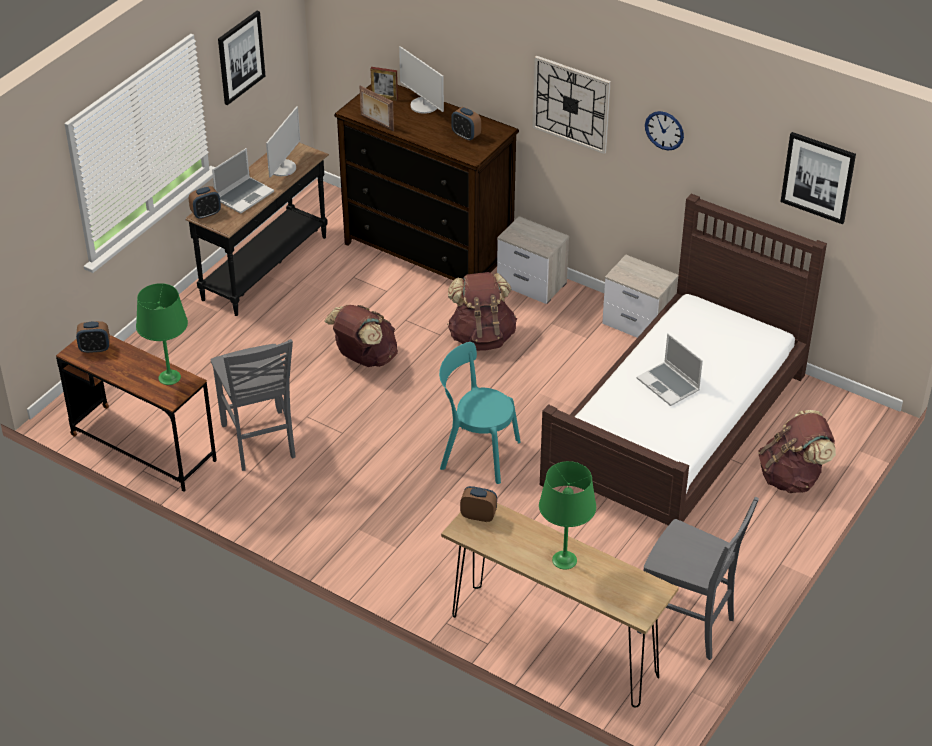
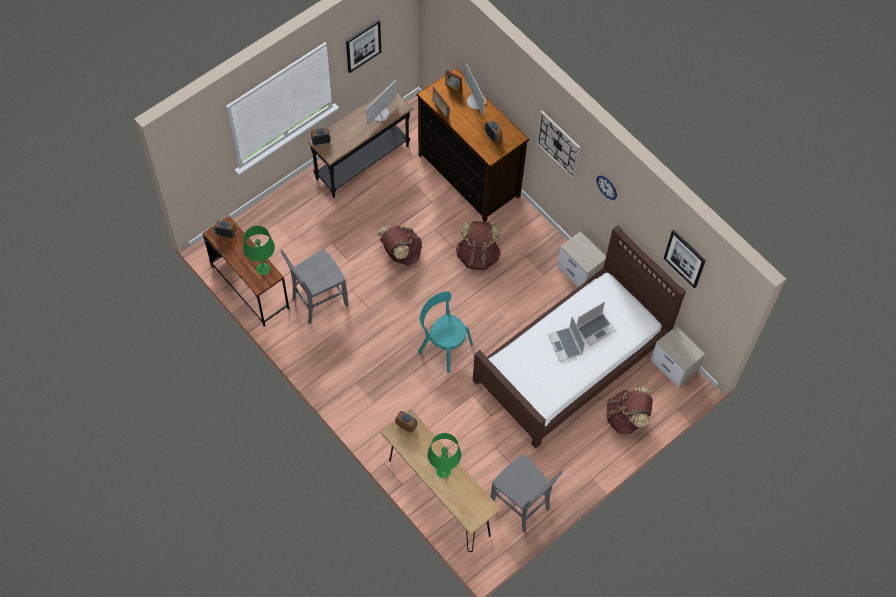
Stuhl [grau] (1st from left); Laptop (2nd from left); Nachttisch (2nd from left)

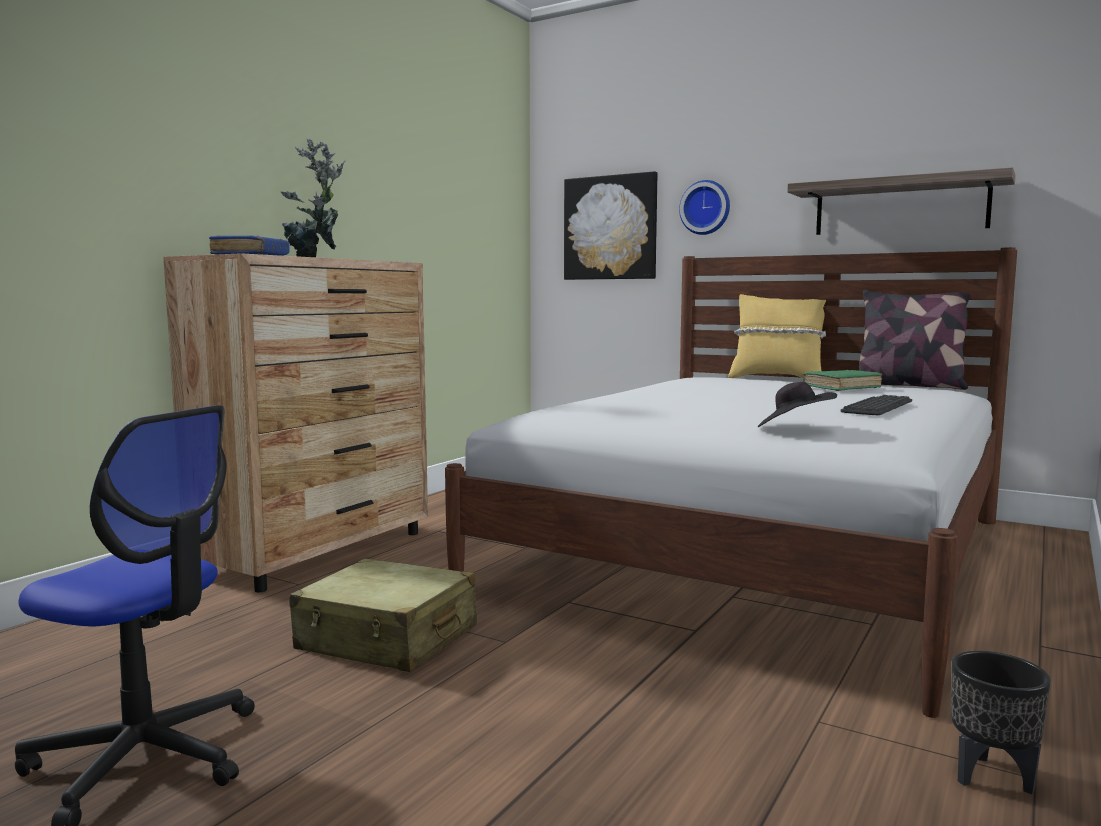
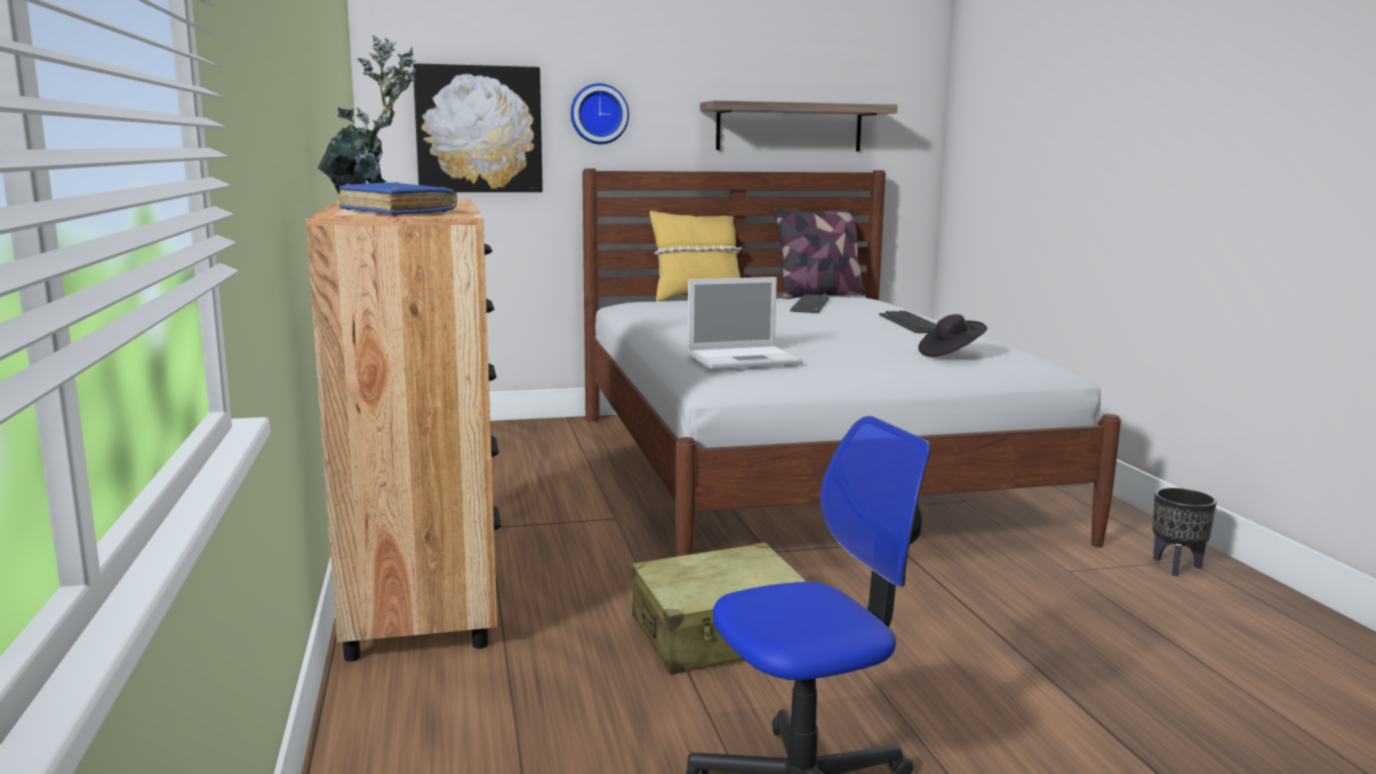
Laptop; Tastatur (1st from left)

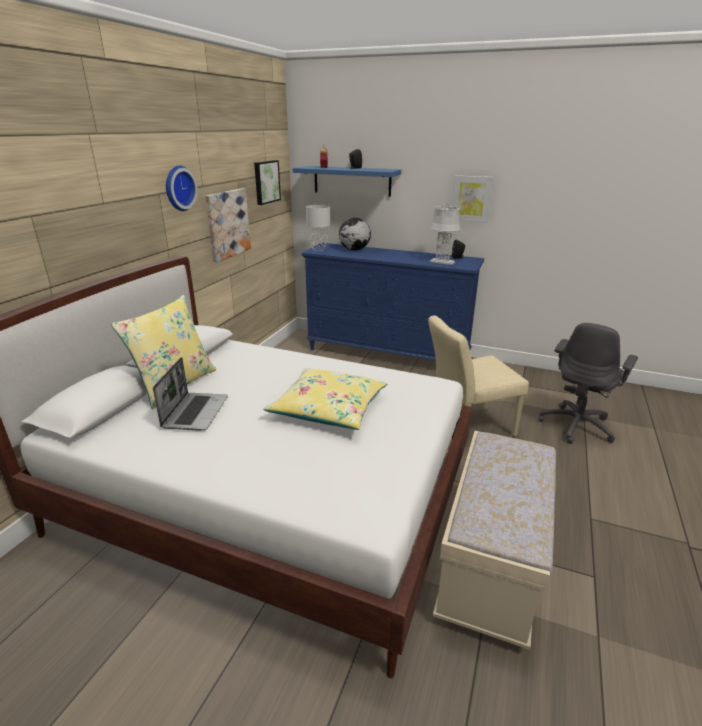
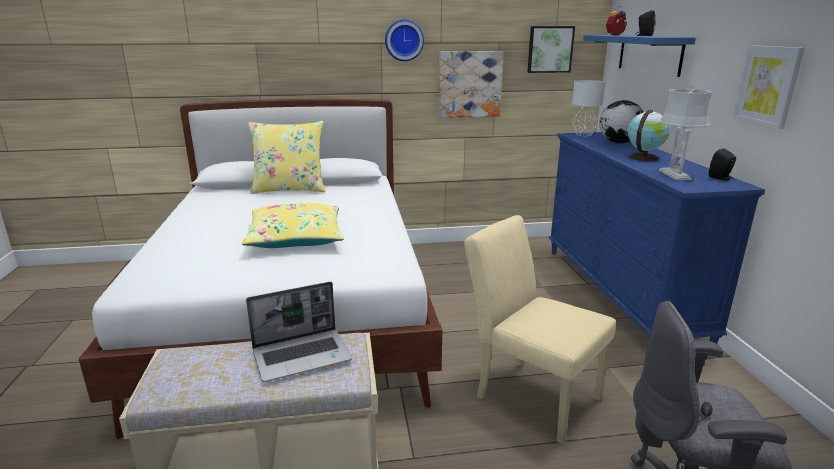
Laptop; Globus (2nd from left)

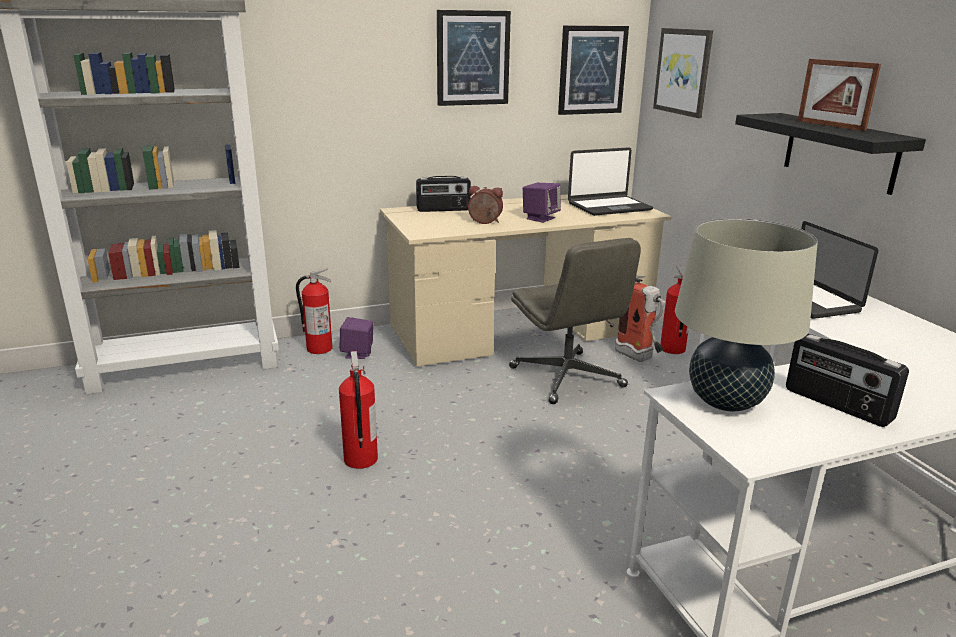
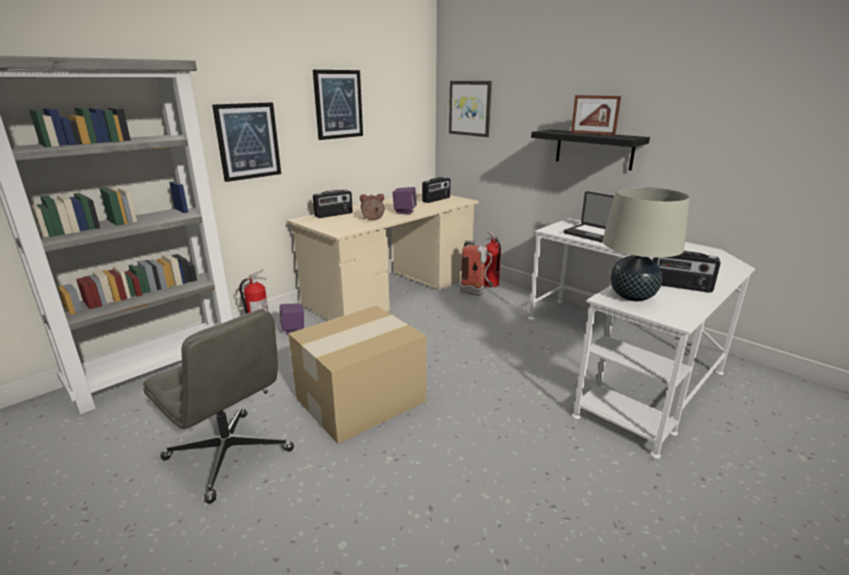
Bürostuhl [grau]; Bild (1st from left); Karton; Radio (2nd from left)

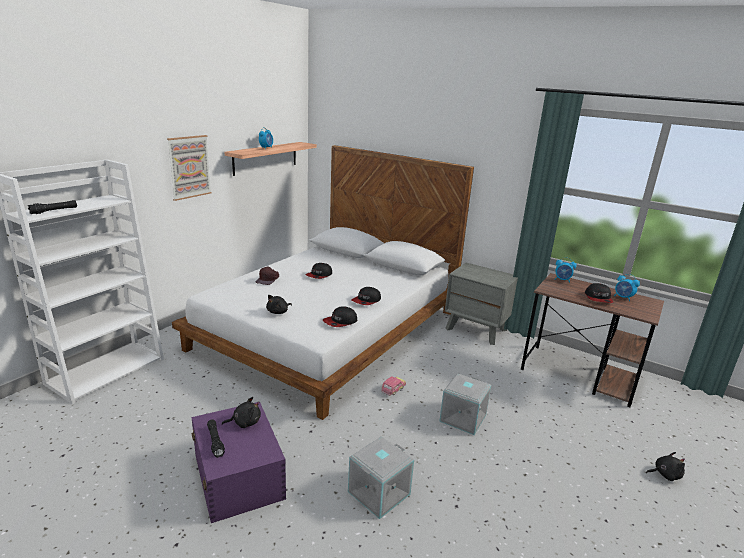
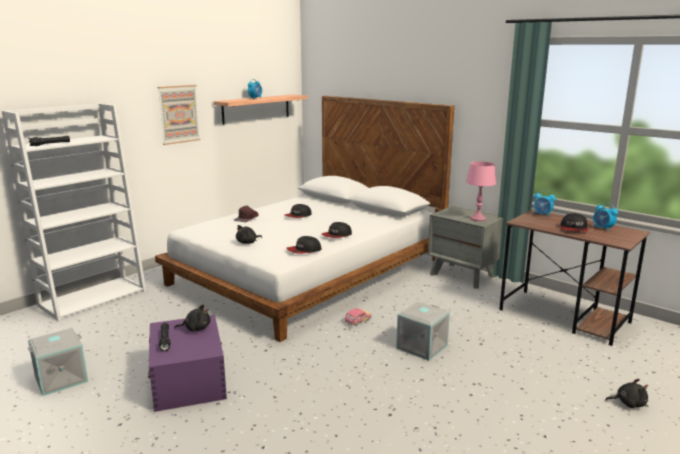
Aufbewahrungsbox [grau] (1st from left); Tischlampe [rosa]

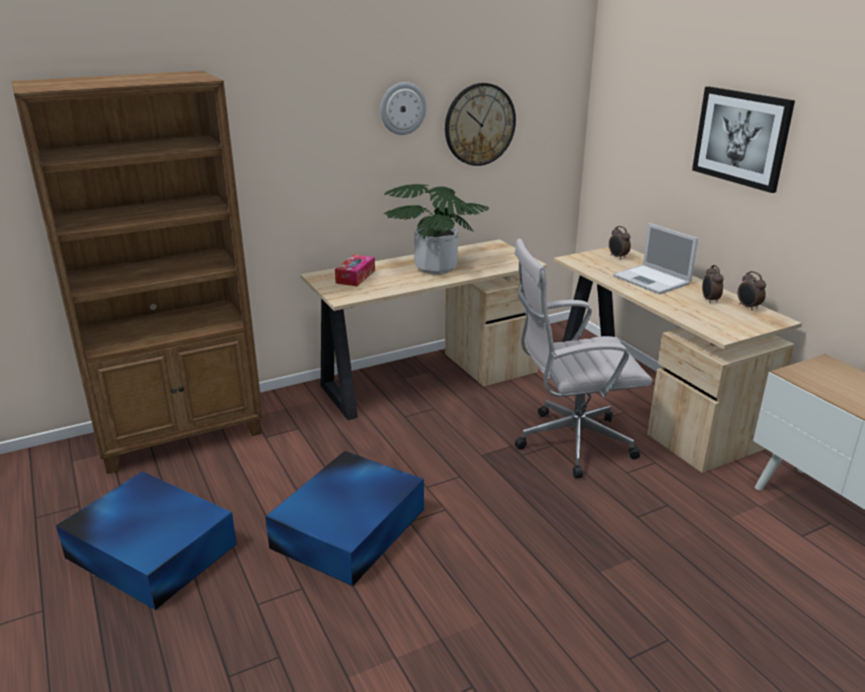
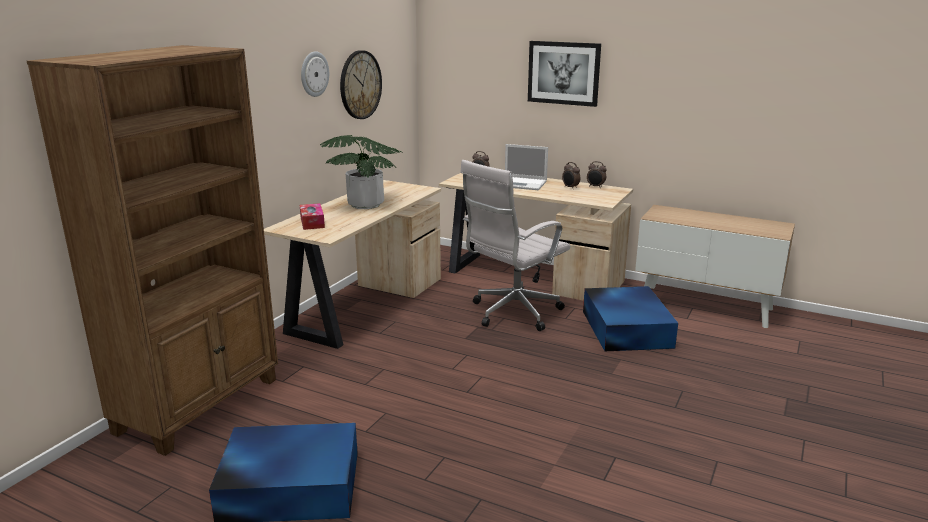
Aufbewahrungsbox [blau] (2nd from left)

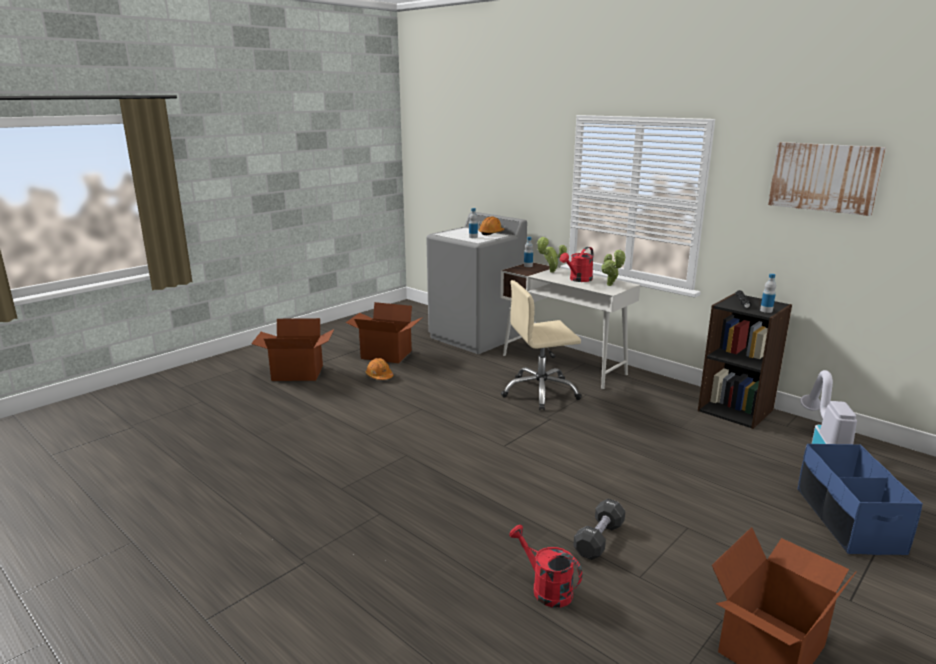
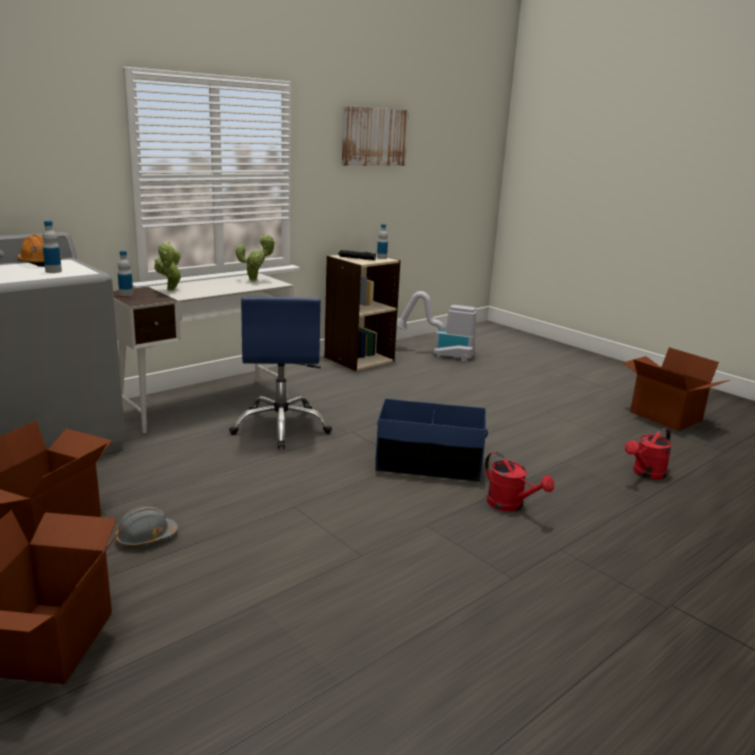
Schutzhelm [grau]; Bürostuhl [blau]; Bücherregal [beige]; Aufbewahrungsbox [blau]; Gießkanne [rot] (1st from left); Hantel [schwarz]

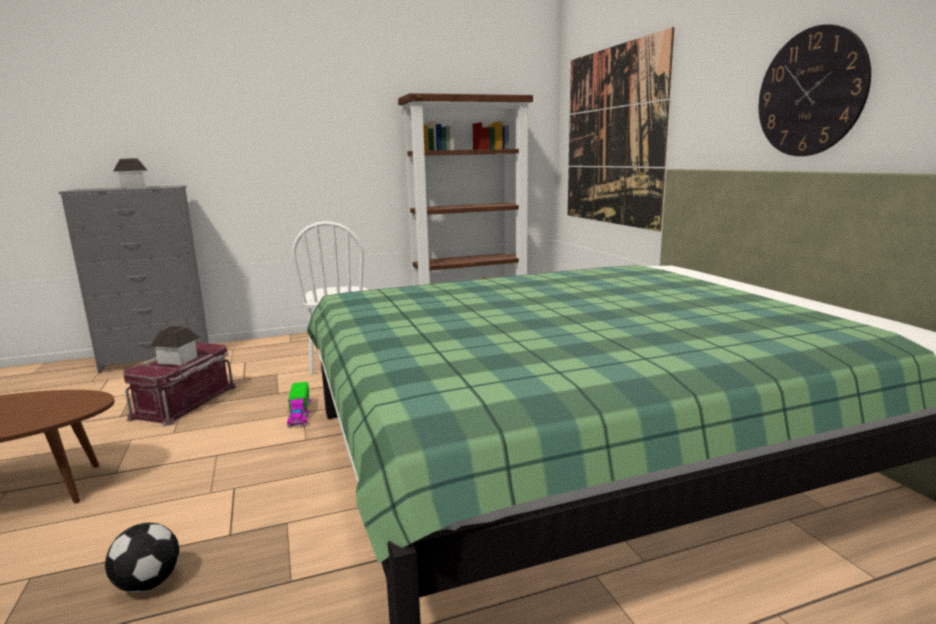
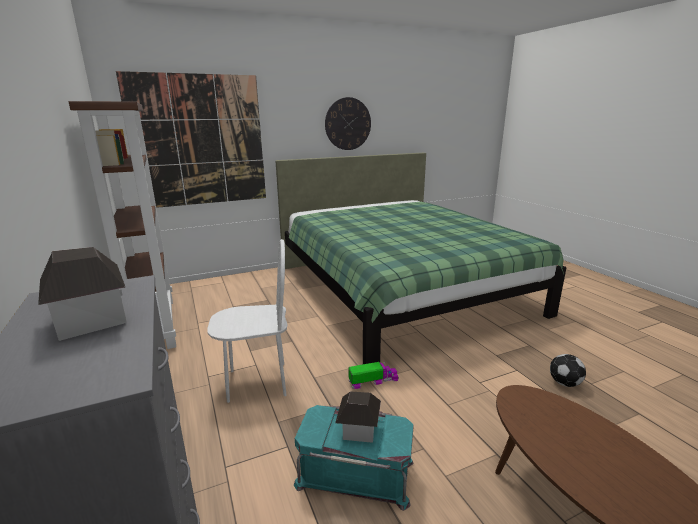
Aufbewahrungsbox [türkis]

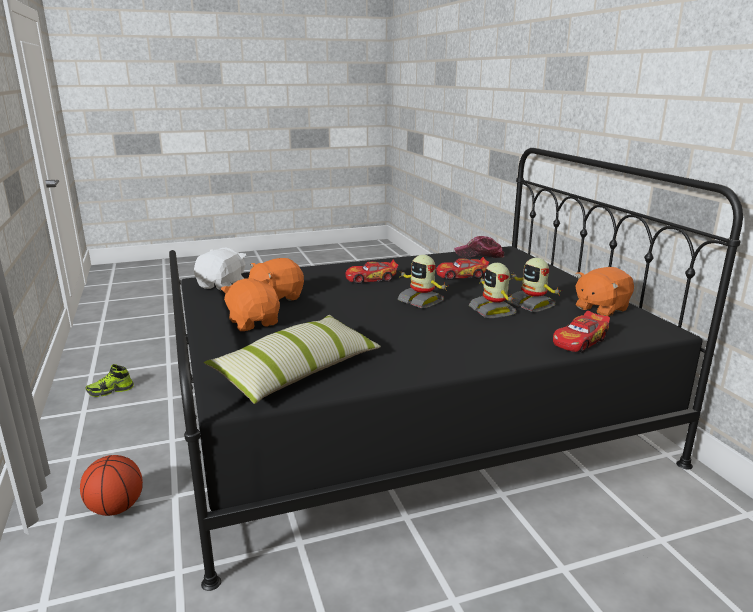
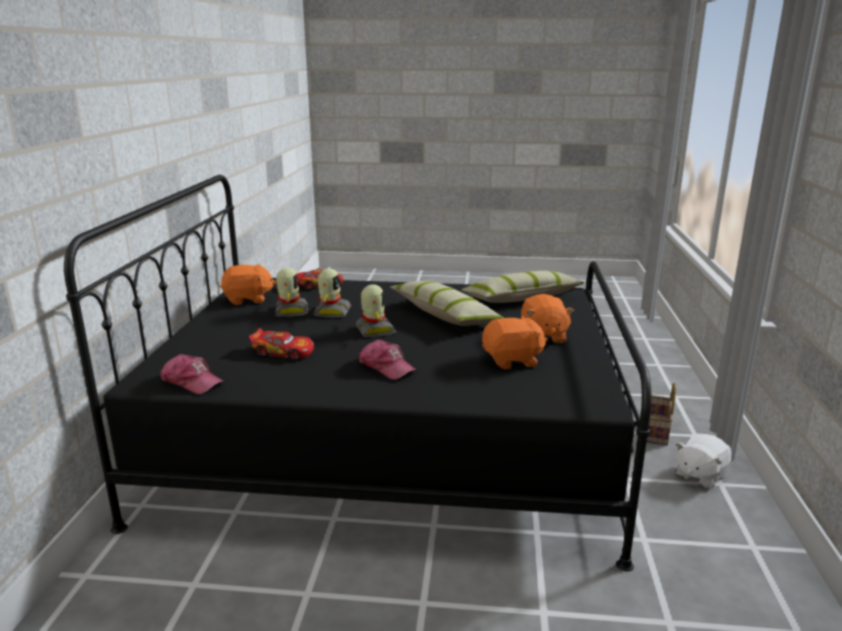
Kappe (2nd from left); Kissen (1st from left); Korb; Plüschtier [weiß]; Schuh

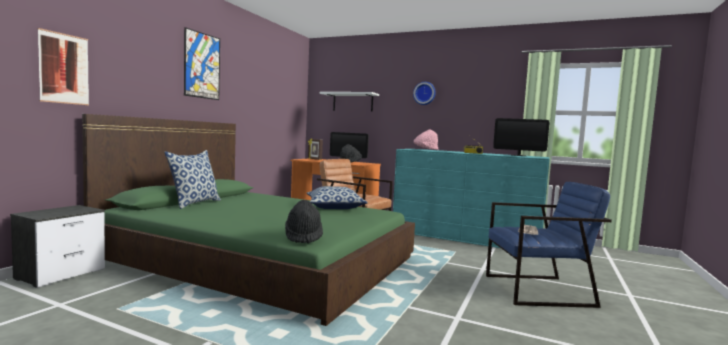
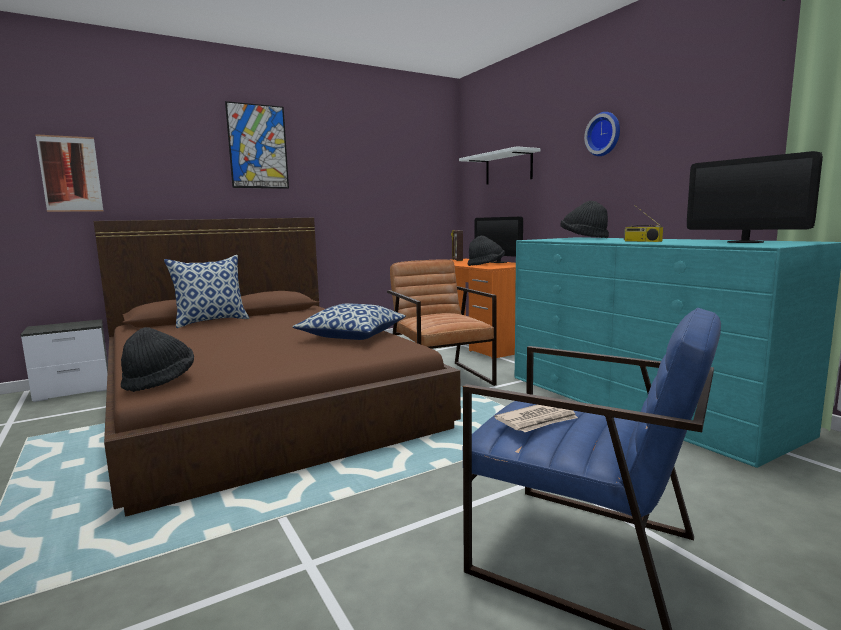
Bett [braun]; Hut [schwarz] (3rd from left)

